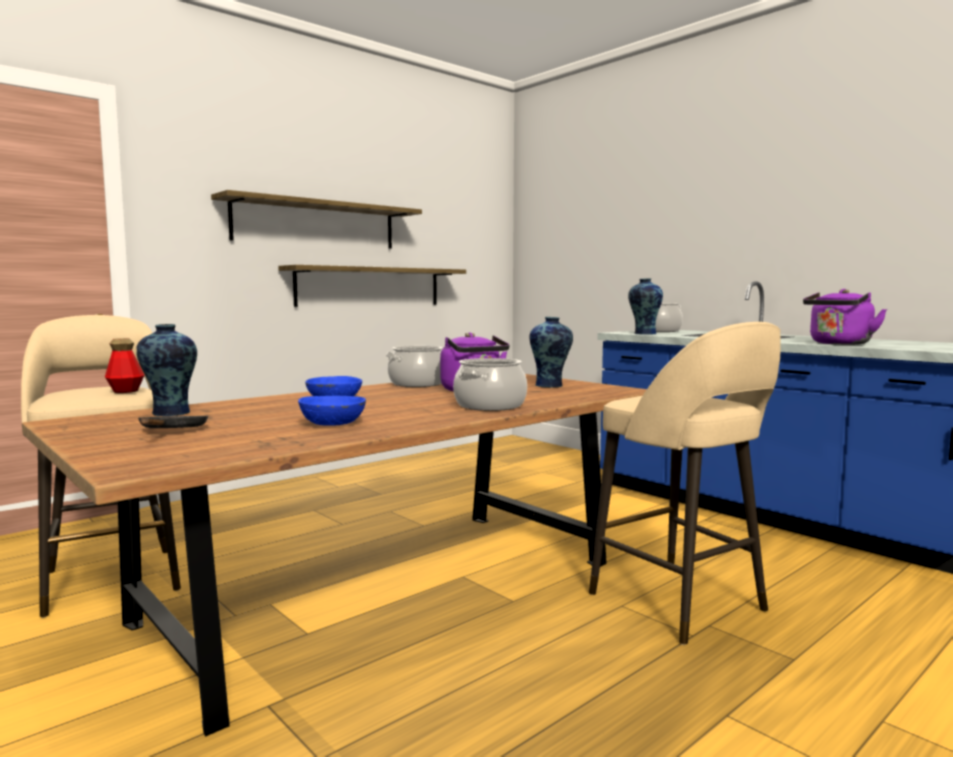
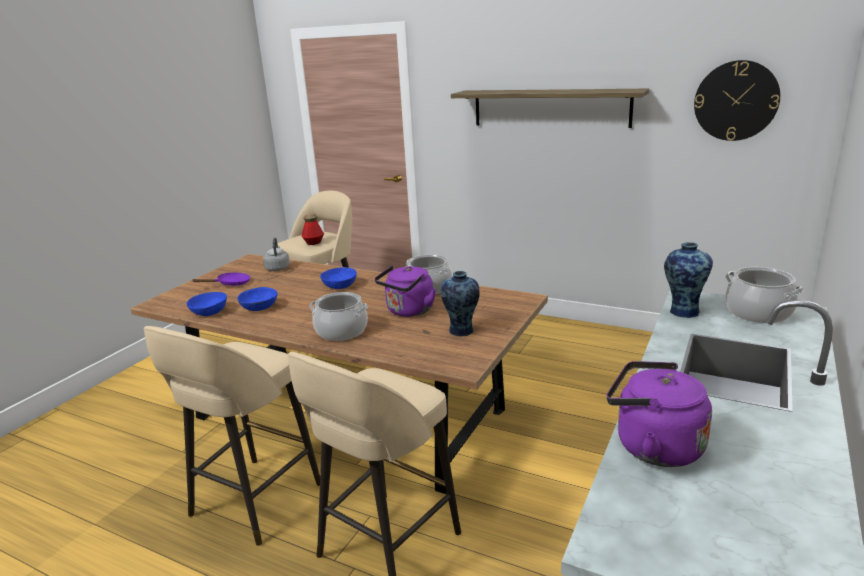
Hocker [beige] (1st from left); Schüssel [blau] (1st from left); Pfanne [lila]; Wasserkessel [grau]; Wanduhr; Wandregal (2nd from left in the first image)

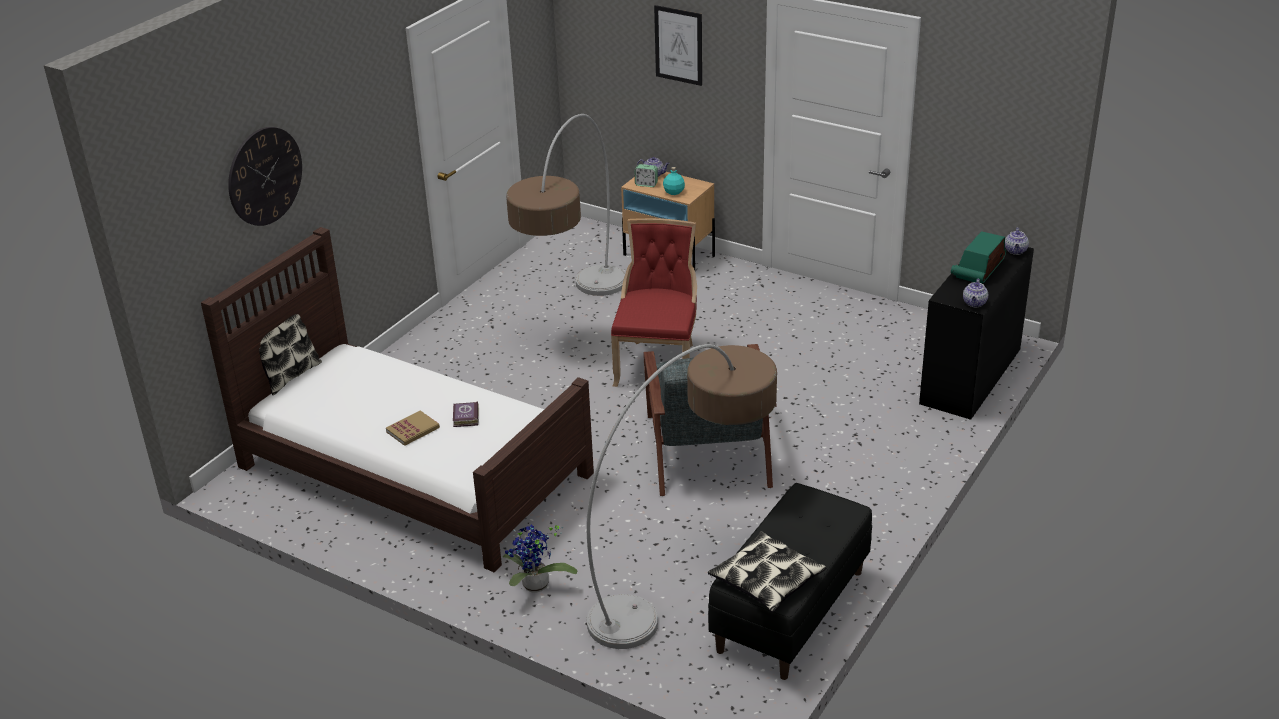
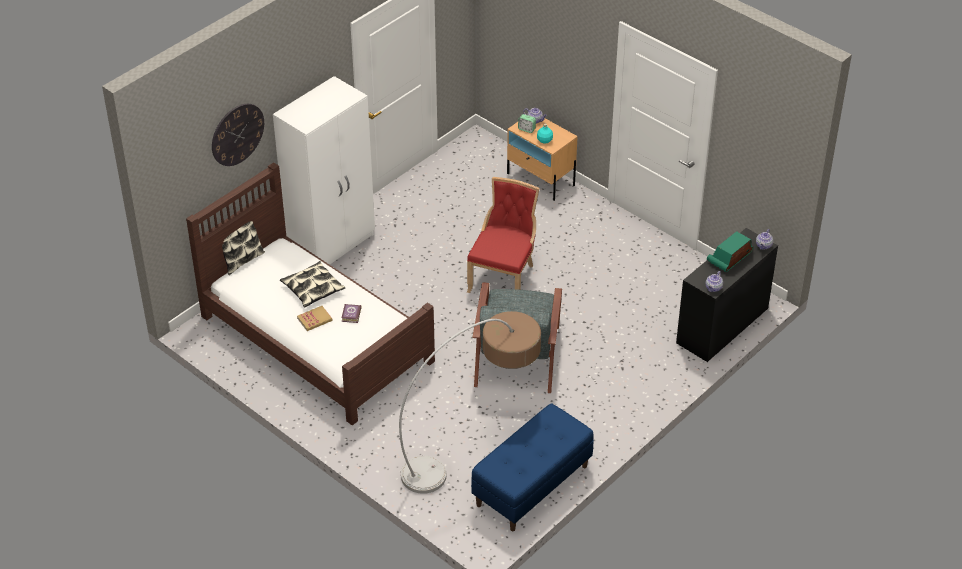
Kleiderschrank [weiß]; Kissen (2nd from left); Bank [blau]; Topfpflanze; Stehlampe (1st from left in the first image); Bild

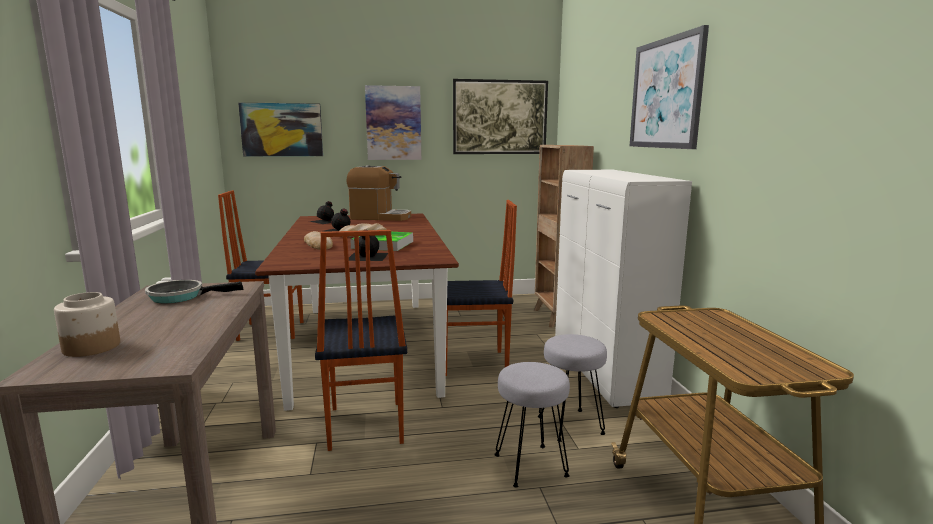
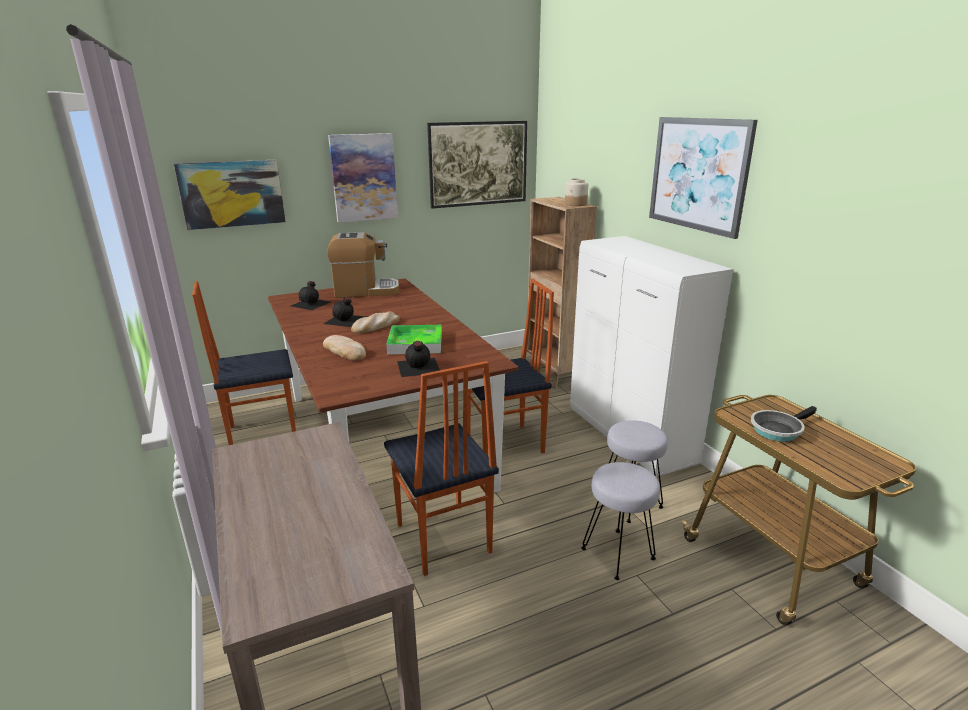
Vorratsglas; Pfanne

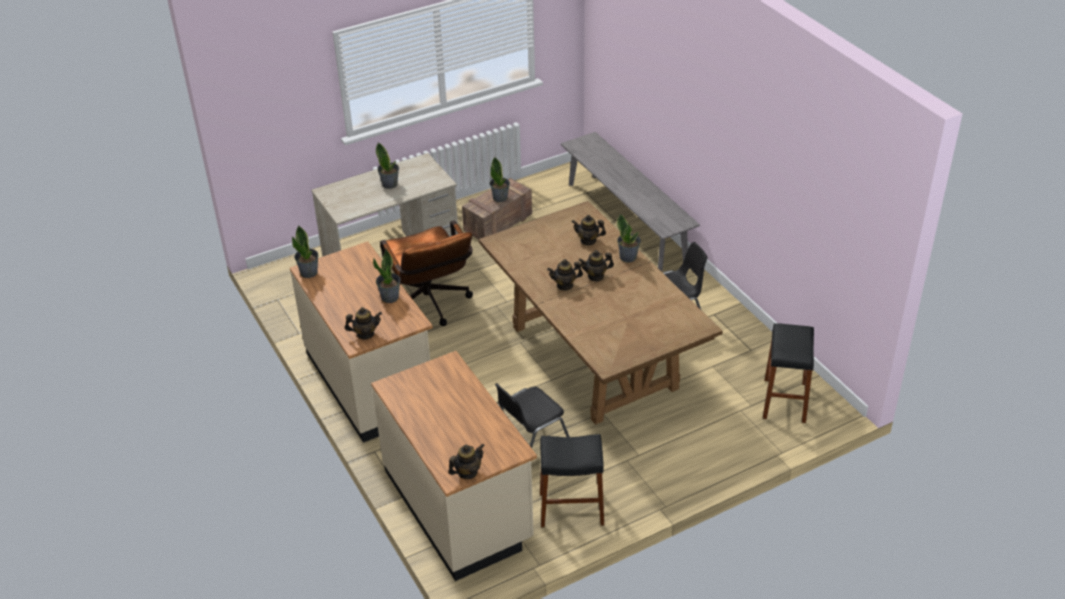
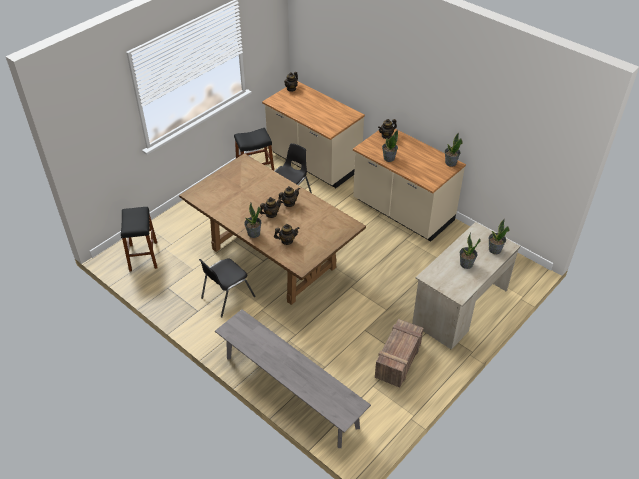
Topfpflanze (5th from left); Bürostuhl [braun]

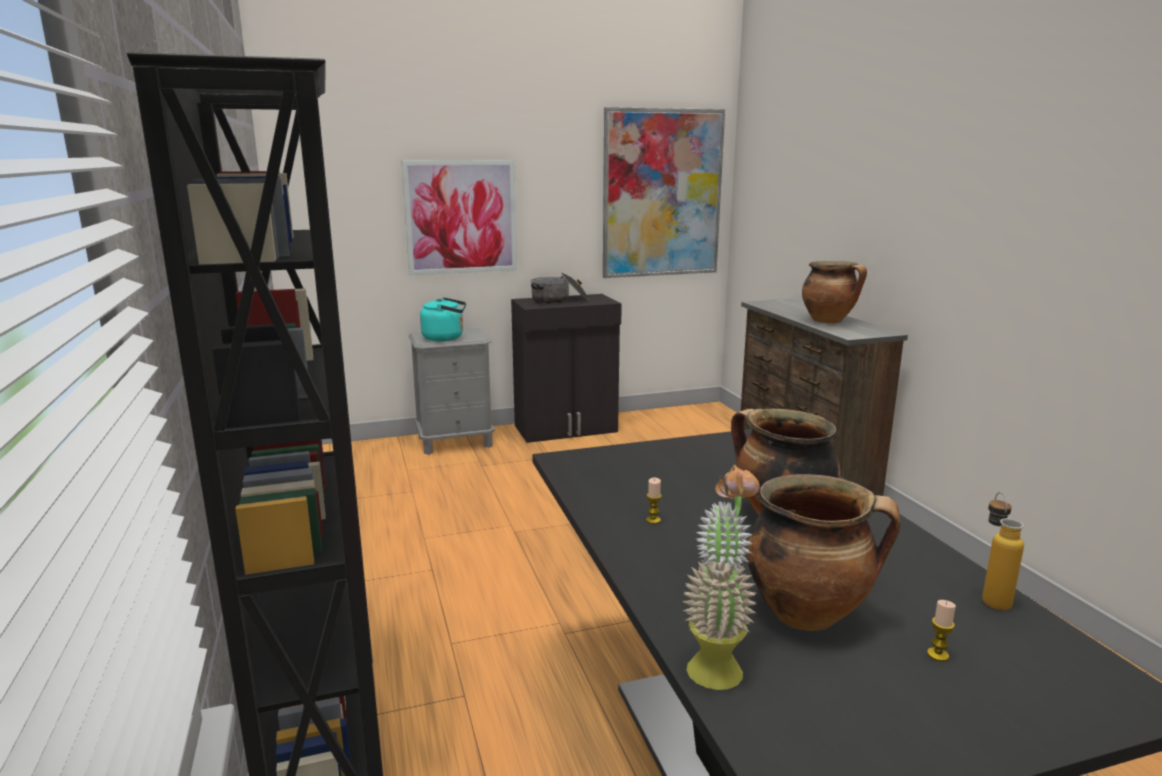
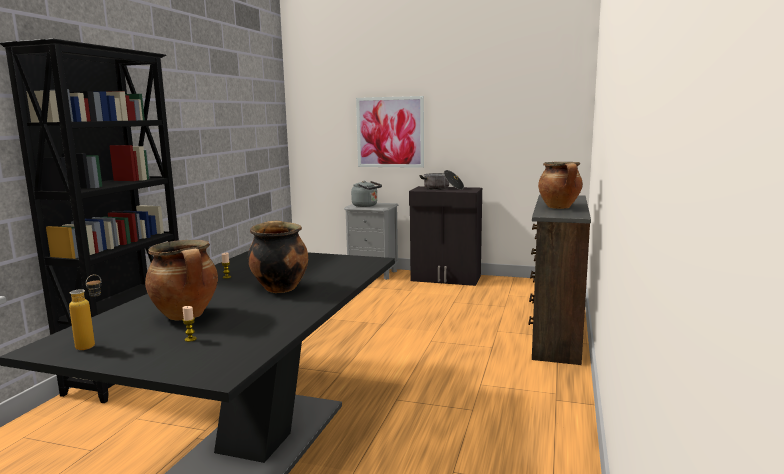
Flasche; Wasserkessel [grau]; Bild (2nd from left in the first image); Topfpflanze

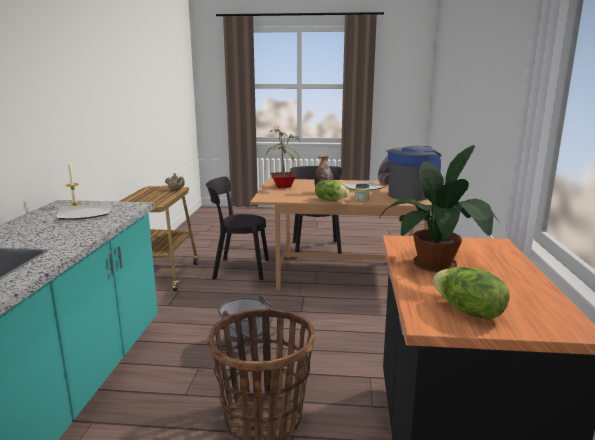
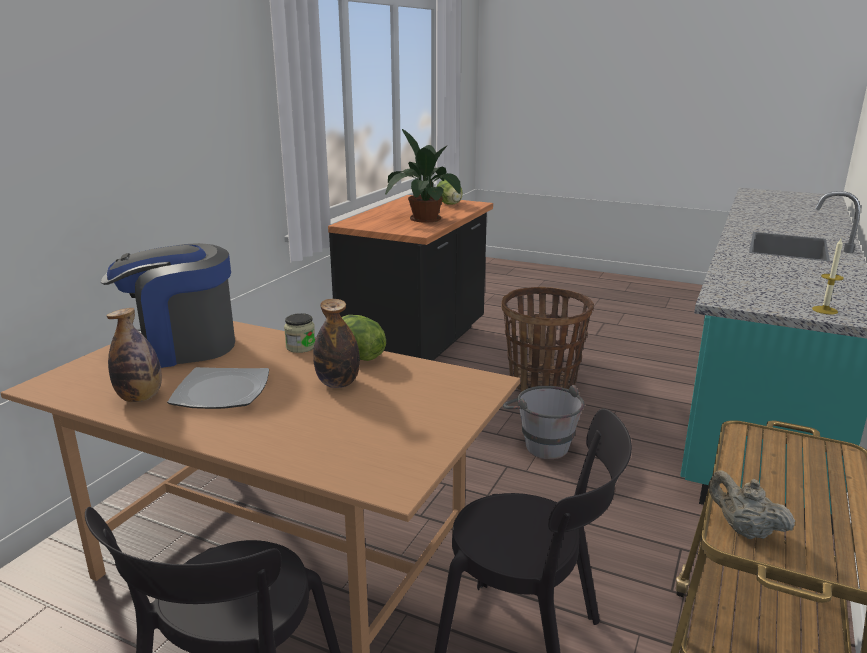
Teller (1st from left in the first image); Topfpflanze (1st from left in the first image)

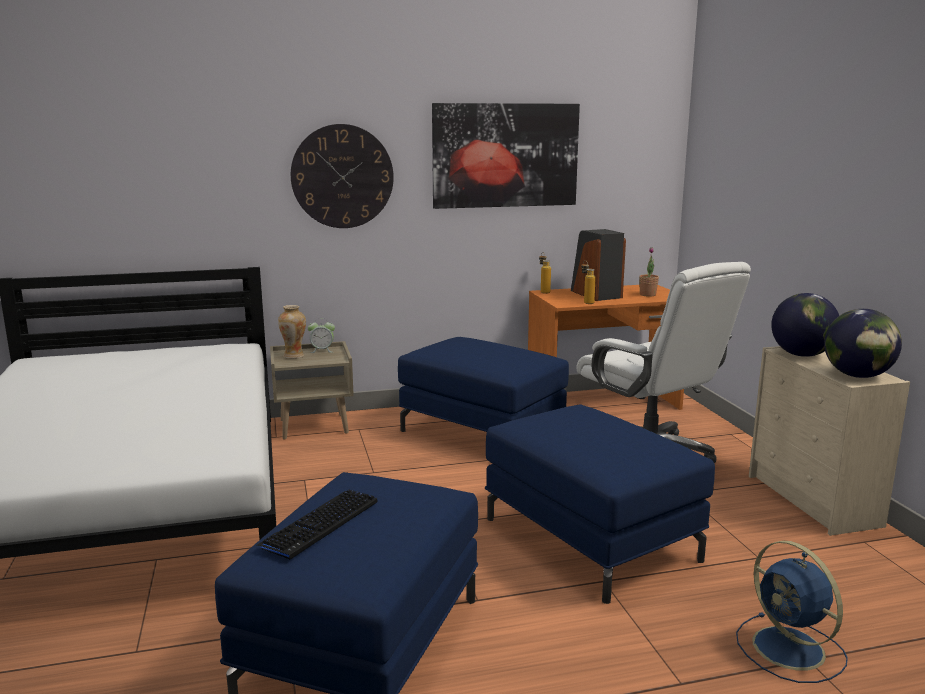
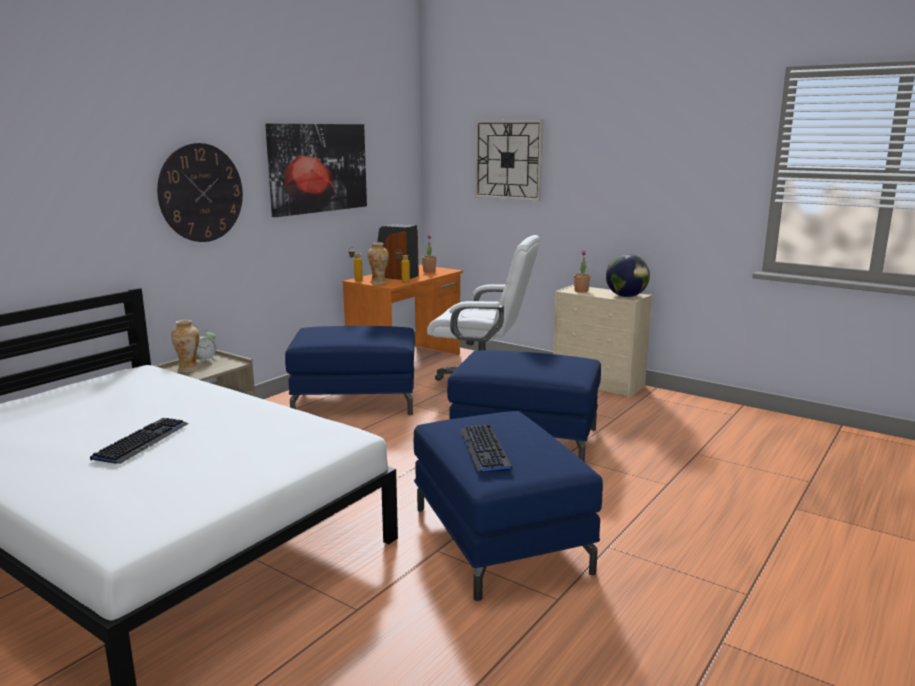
Tastatur (1st from left); Vase (2nd from left); Wanduhr (2nd from left); Topfpflanze (2nd from left); Ventilator [blau]

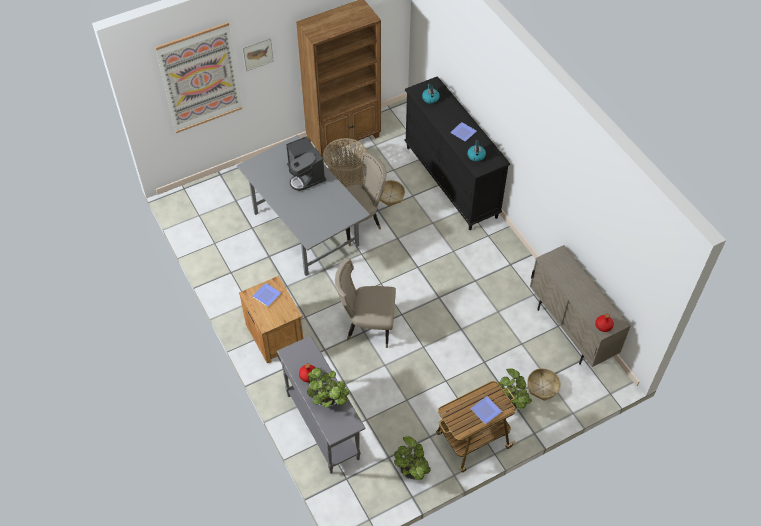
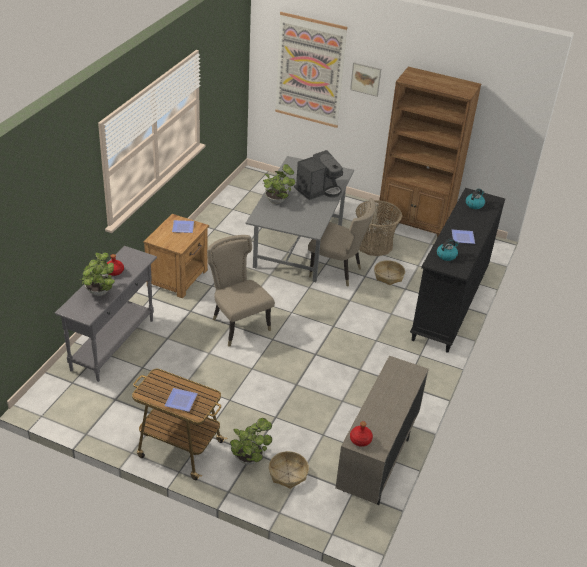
Topfpflanze (3rd from left); Kaffeemaschine

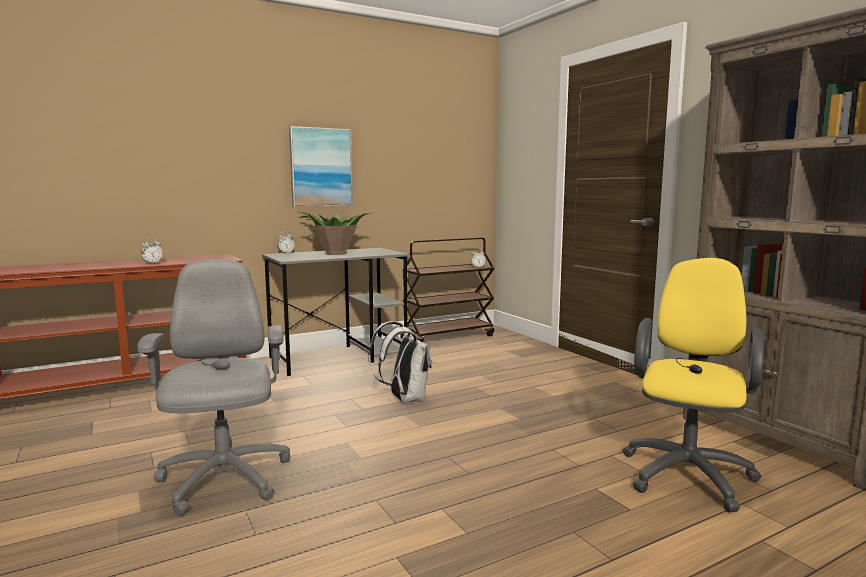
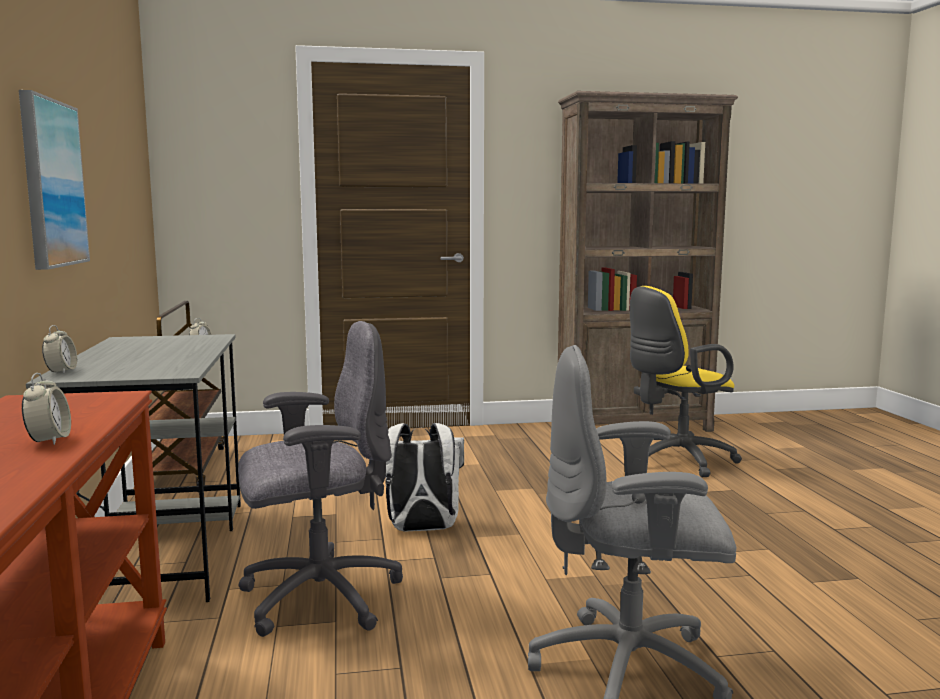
Bürostuhl [grau] (1st from left); Bürostuhl [gelb]; Topfpflanze

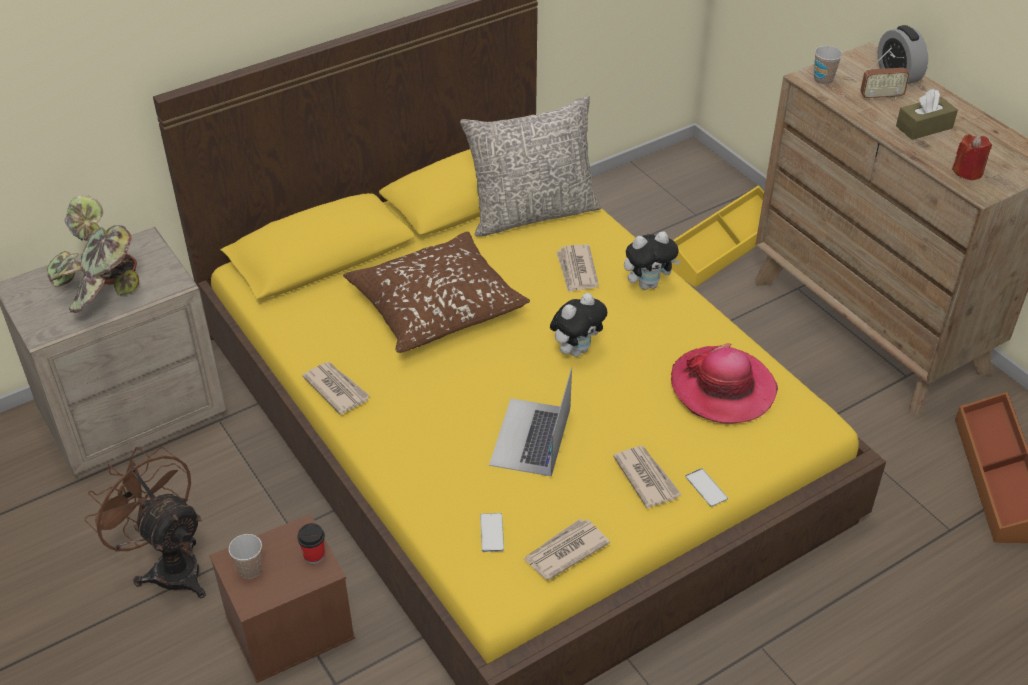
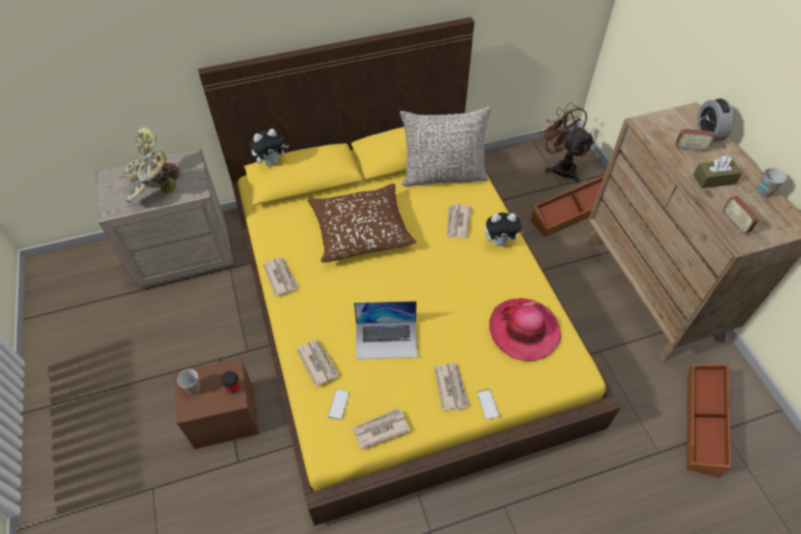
Plüschtier (1st from left); Zeitung (2nd from left); Laptop; Aufbewahrungsbox [braun] (2nd from left); Ventilator [braun]; Radio (2nd from left); Tasse (3rd from left)

